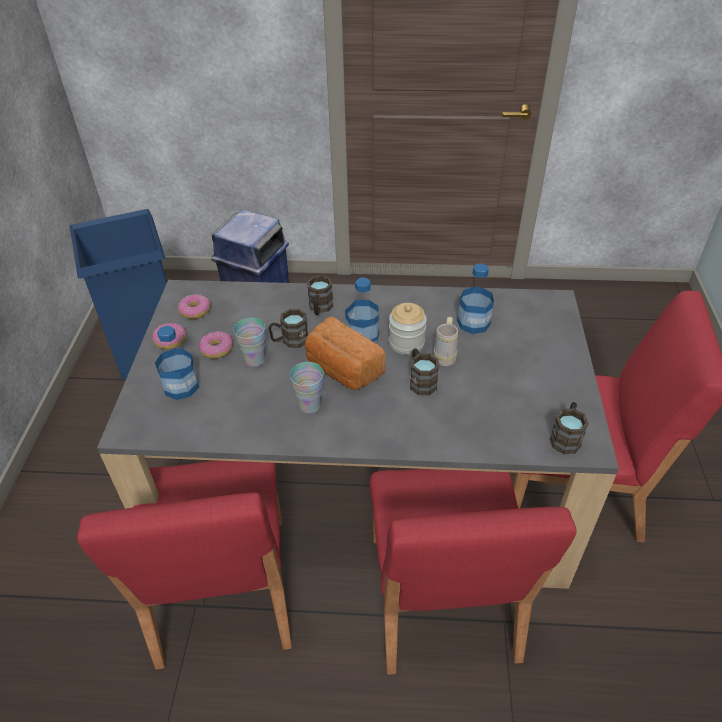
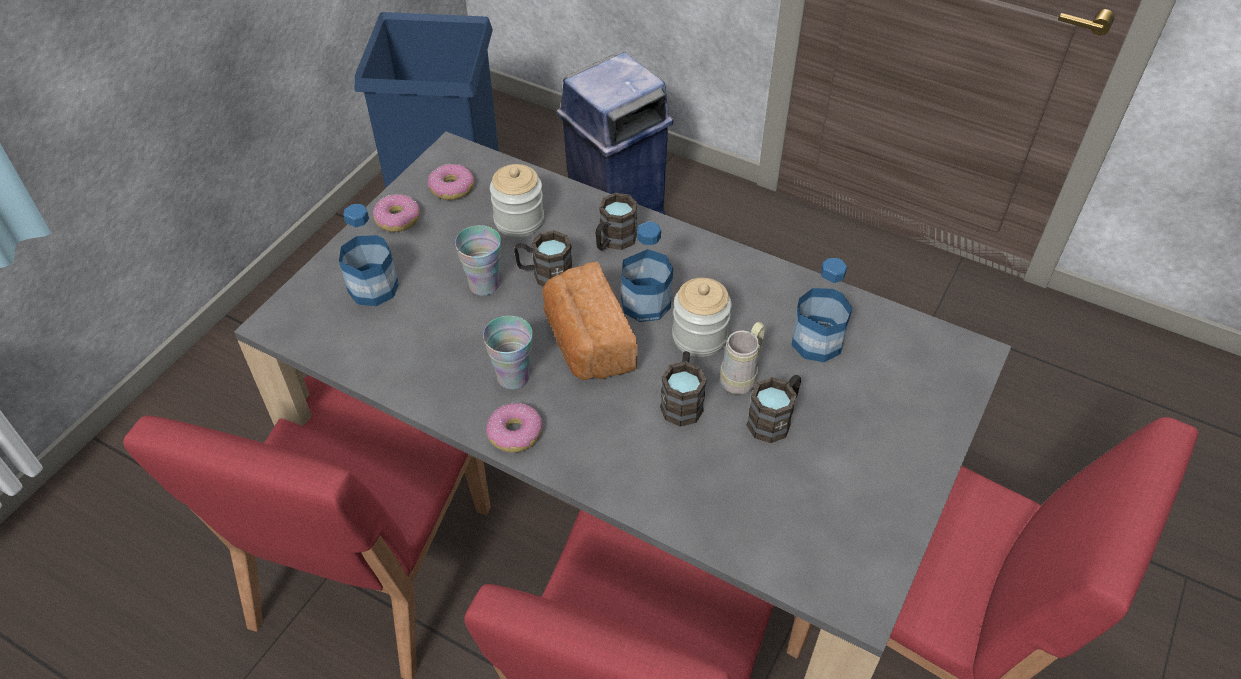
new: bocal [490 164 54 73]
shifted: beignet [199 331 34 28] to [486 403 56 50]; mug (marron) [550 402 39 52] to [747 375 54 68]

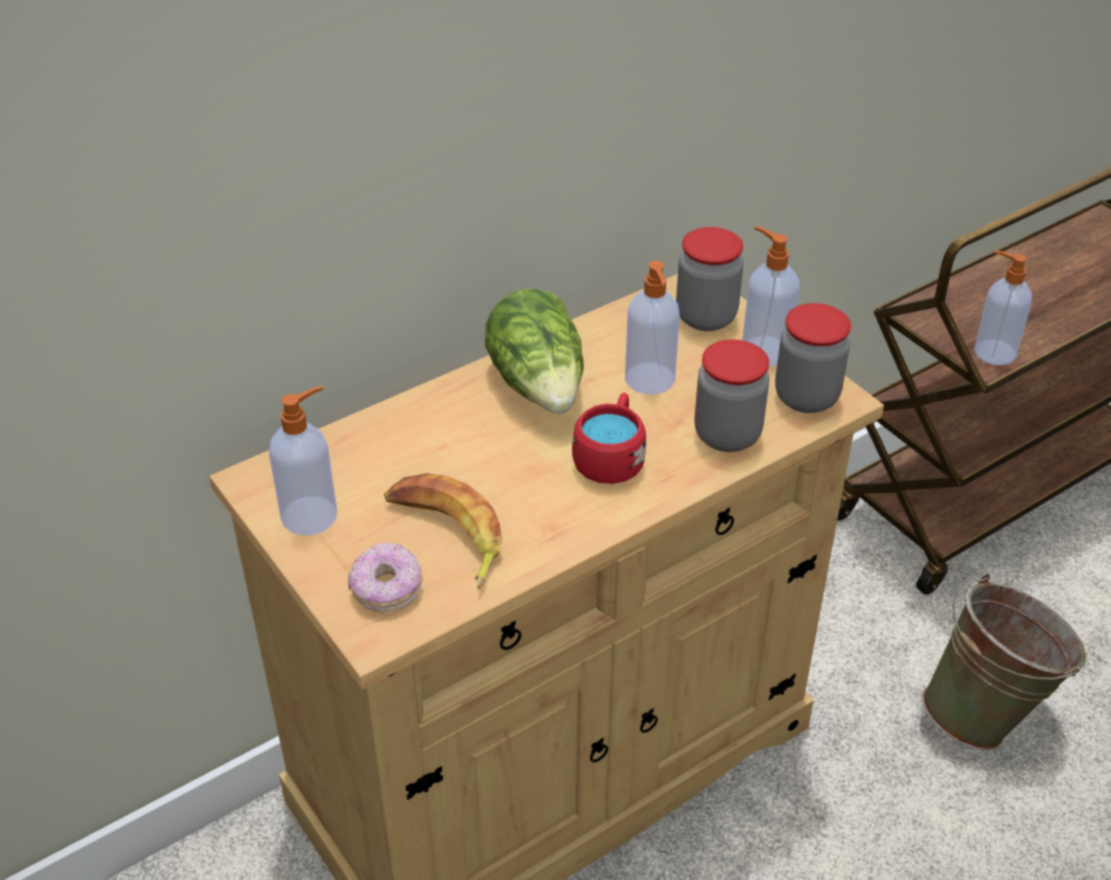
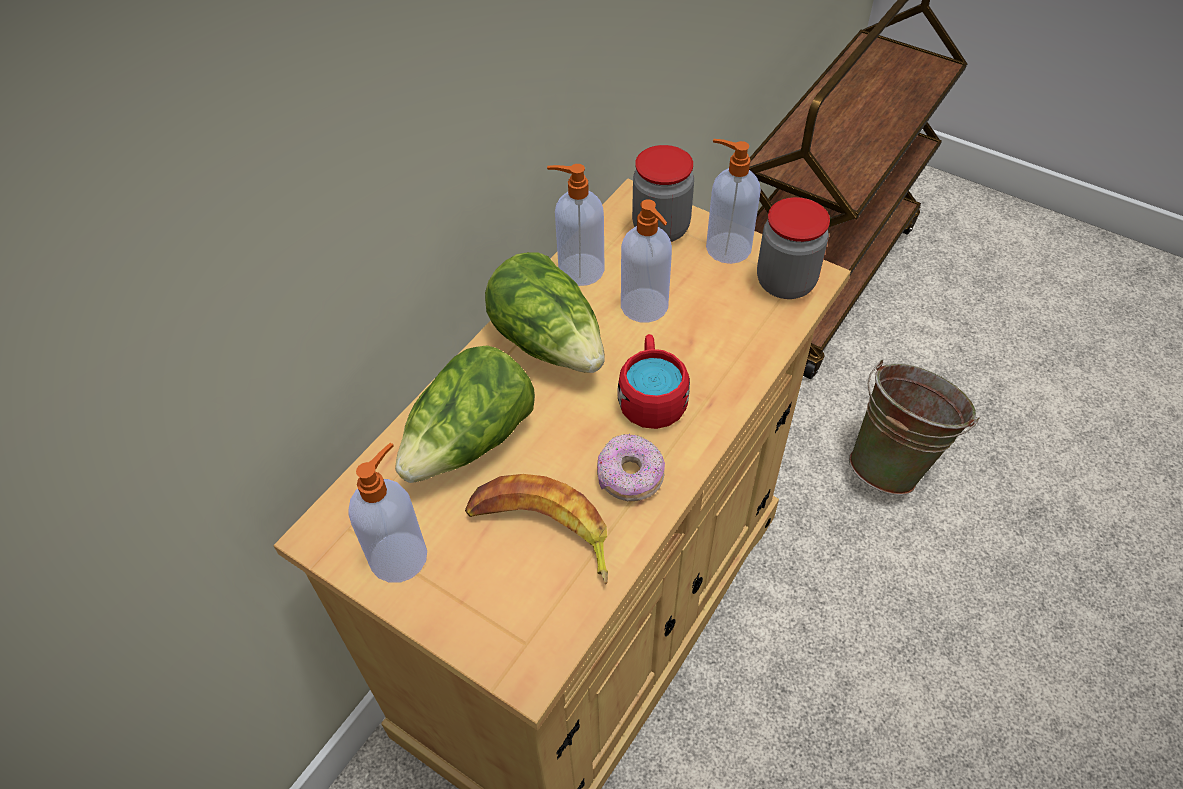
gone: bocal [694 339 75 113]
new: laitue [395 345 140 138]
shifted: distributeur de savon [974 250 58 115] to [547 164 58 122]; beignet [348 543 75 69] to [597 434 68 67]

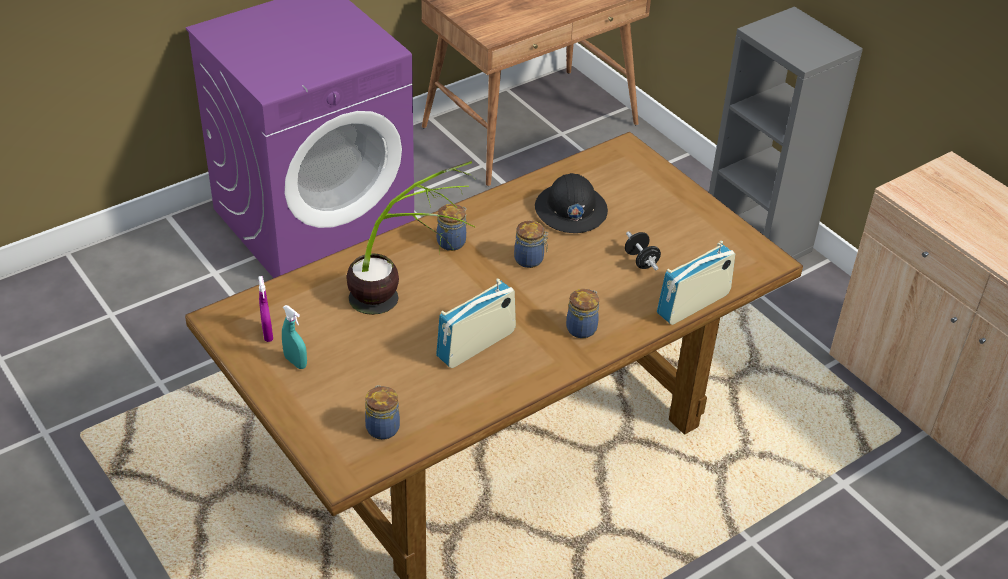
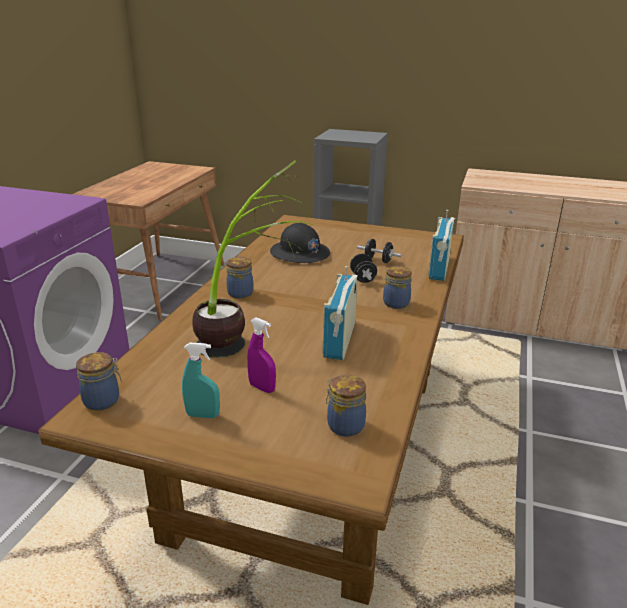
new: haltère (noir) [350 253 27 30]
shifted: bocal [514 221 34 47] to [76 352 46 59]; vaporisateur (violet) [259 276 14 66] to [247 317 29 76]

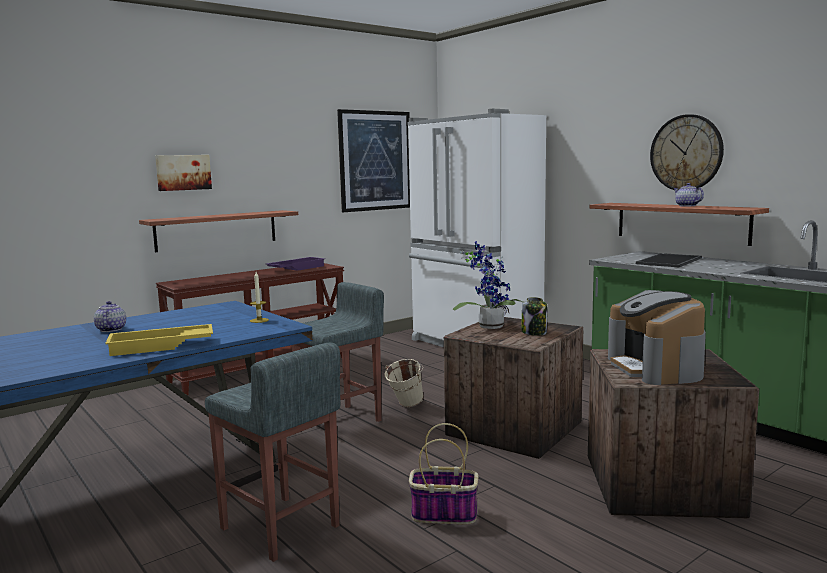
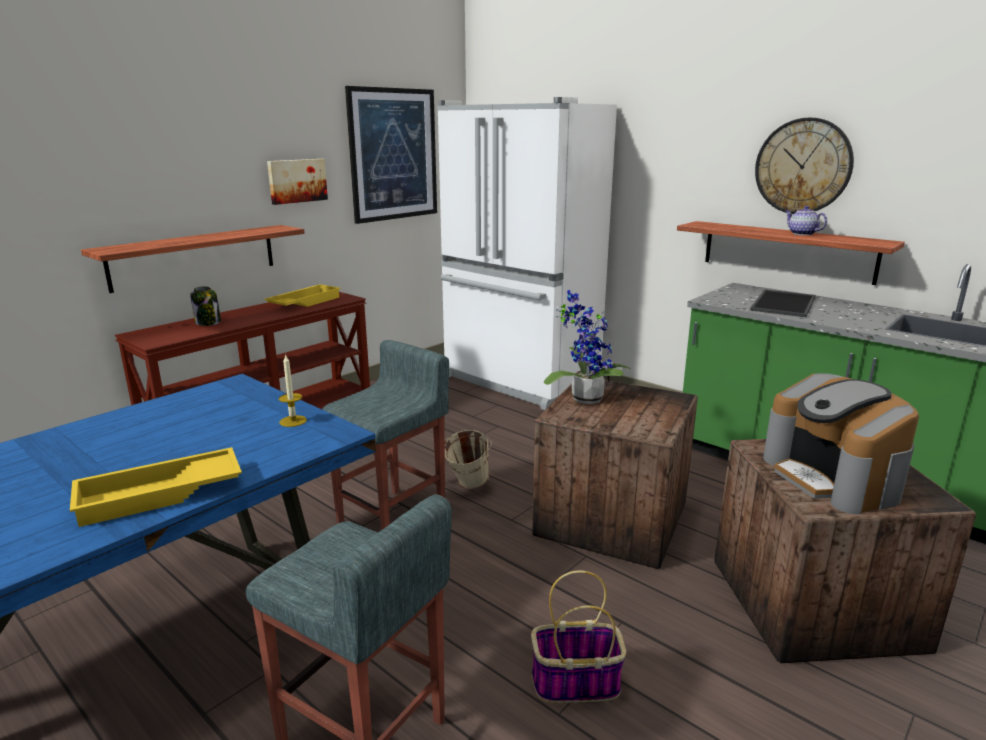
gone: théière [94 301 32 31]
shifted: bocal [522 297 25 39] to [190 286 31 40]; tableau [155 155 57 36] to [267 159 61 46]
repainted: plateau (violet) [266 257 59 14] to plateau (jaune) [264 284 77 23]

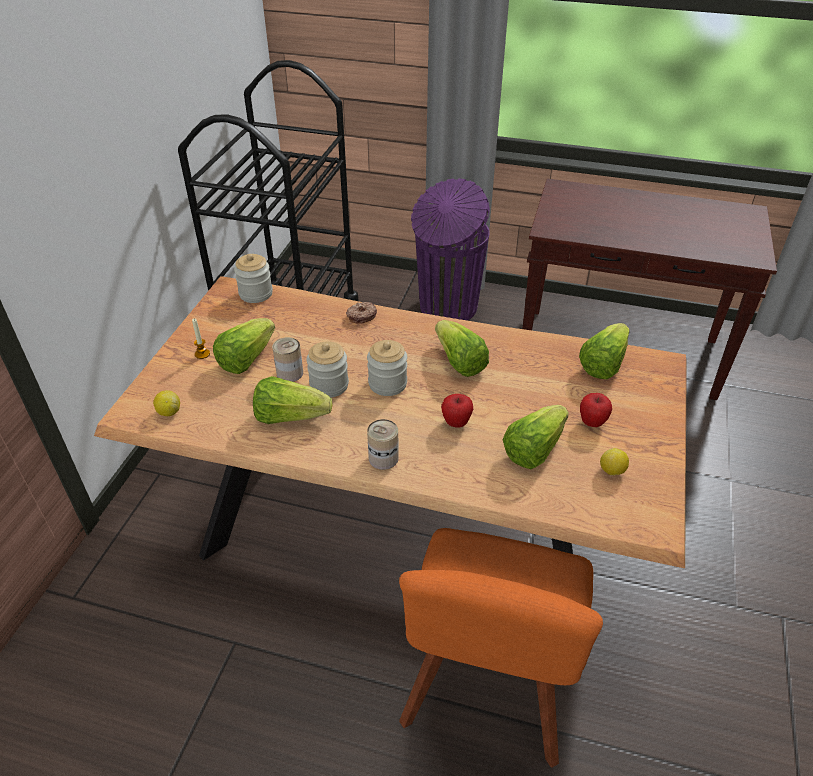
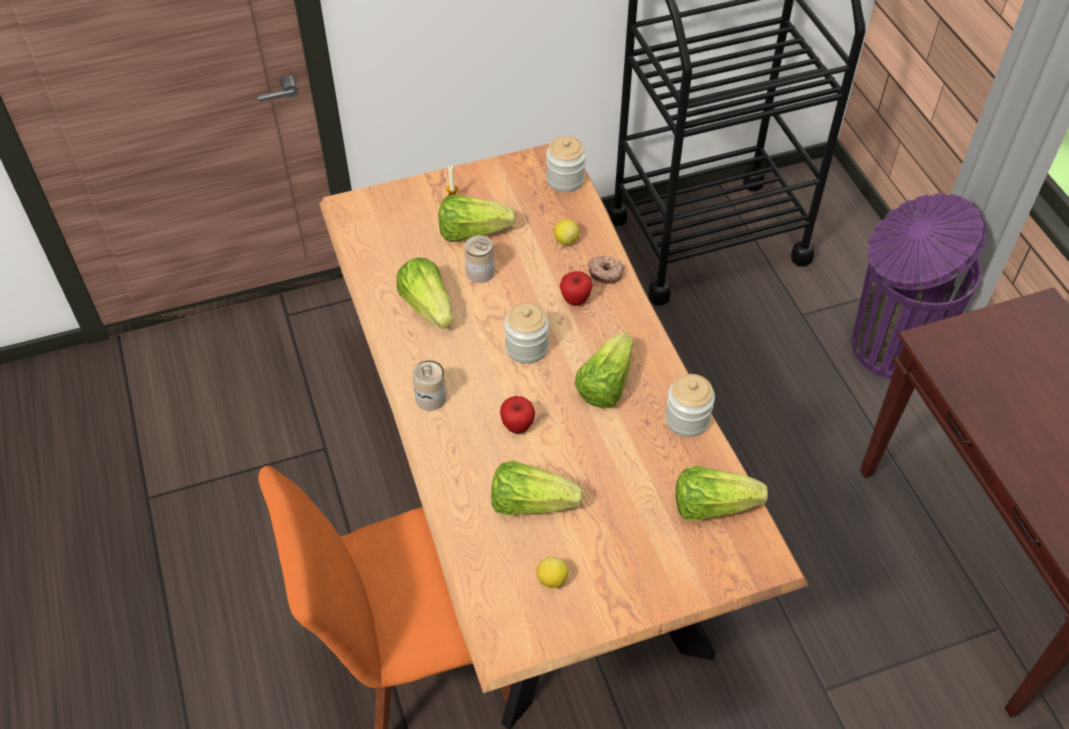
shifted: citron [153 390 27 26] to [554 219 25 26]; pomme [580 393 32 34] to [560 271 32 35]; bocal [306 341 43 56] to [665 374 50 63]

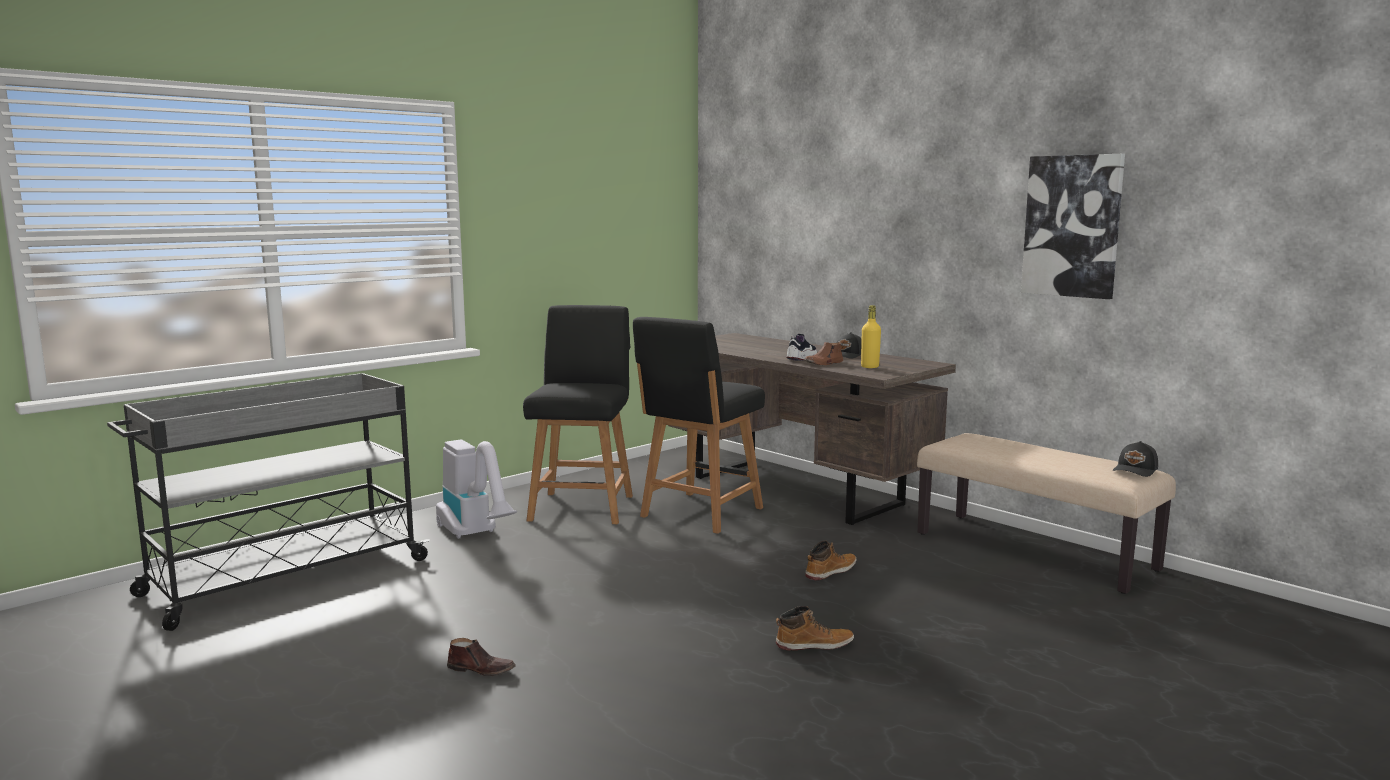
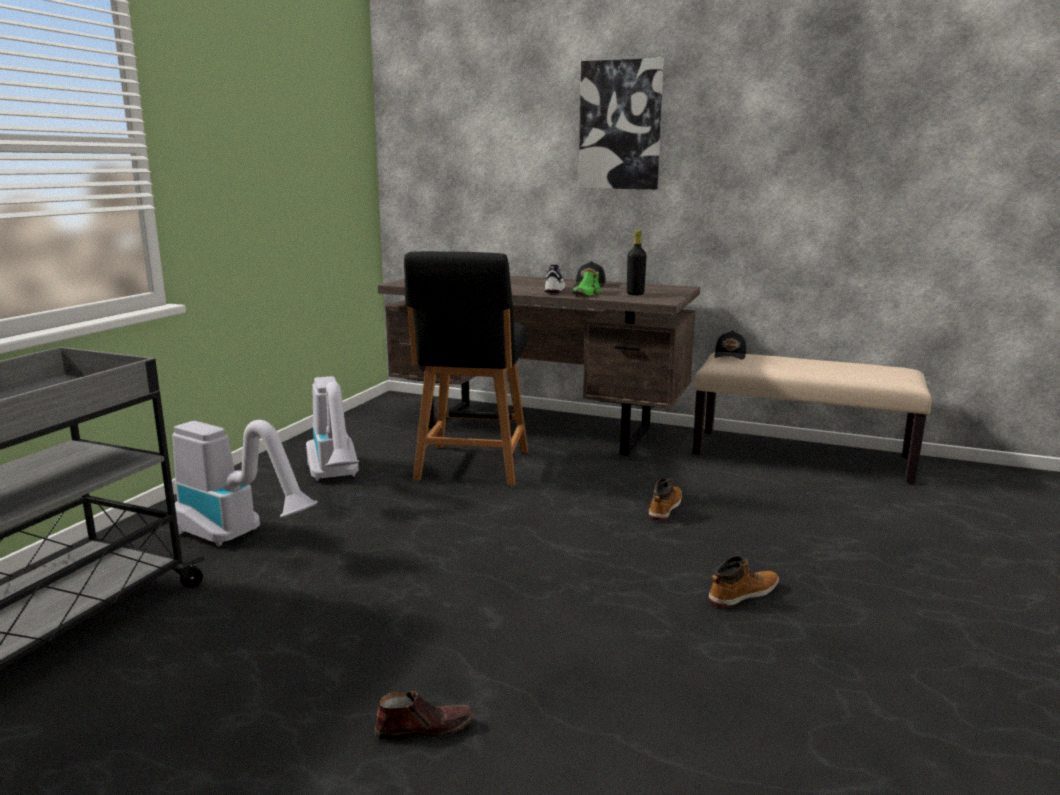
shifted: tableau [1021 154 104 145] to [578 58 86 131]; casquette (noir) [1113 441 45 36] to [714 330 32 30]
swapped: chaise (noir) [523 305 110 219] to aspirateur [306 376 53 105]
repainted: chaussure (marron) [804 342 39 23] to chaussure (vert) [572 271 29 25]; bouteille (jaune) [861 305 20 63] to bouteille (noir) [627 230 20 66]

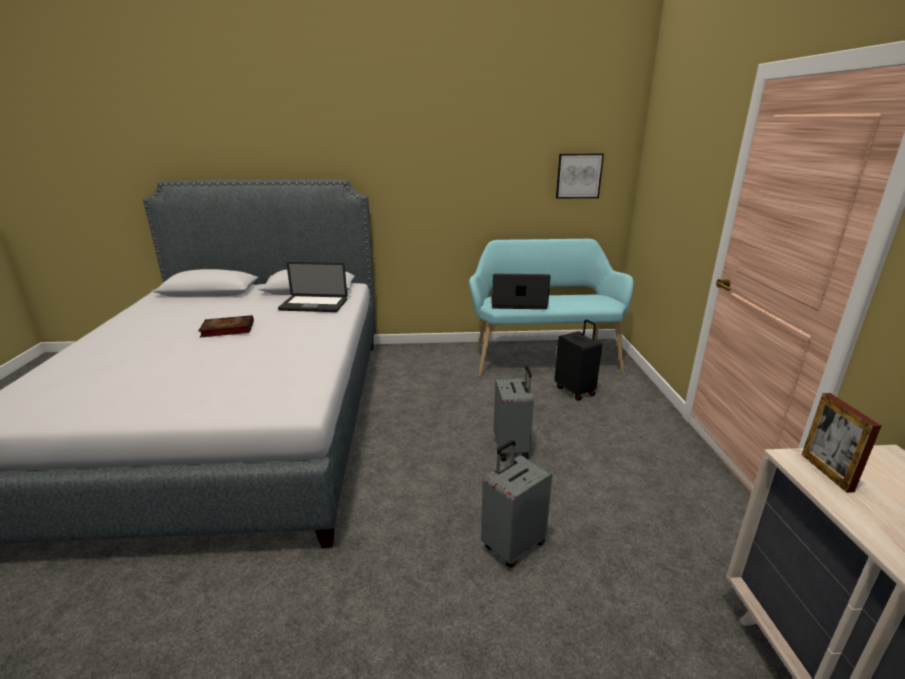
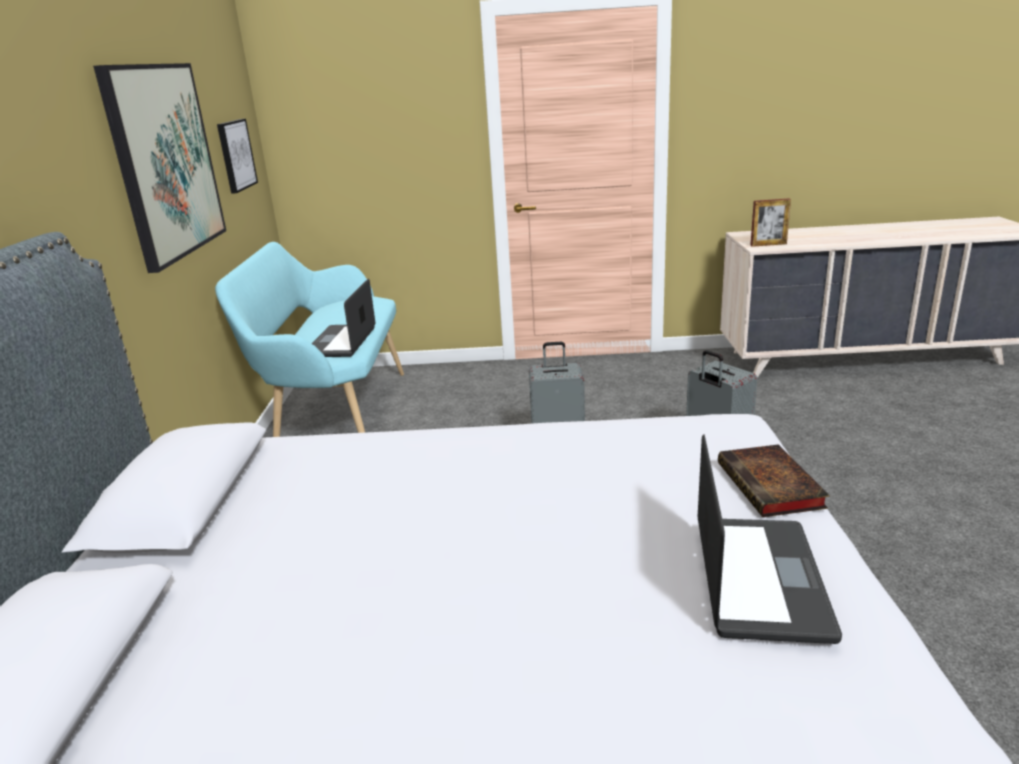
gone: valise (noir) [555 319 47 82]
new: tableau [93 63 133 210]
shifted: ordinateur portable [278 262 69 50] to [698 434 144 210]; livre [198 315 56 23] to [718 444 112 73]

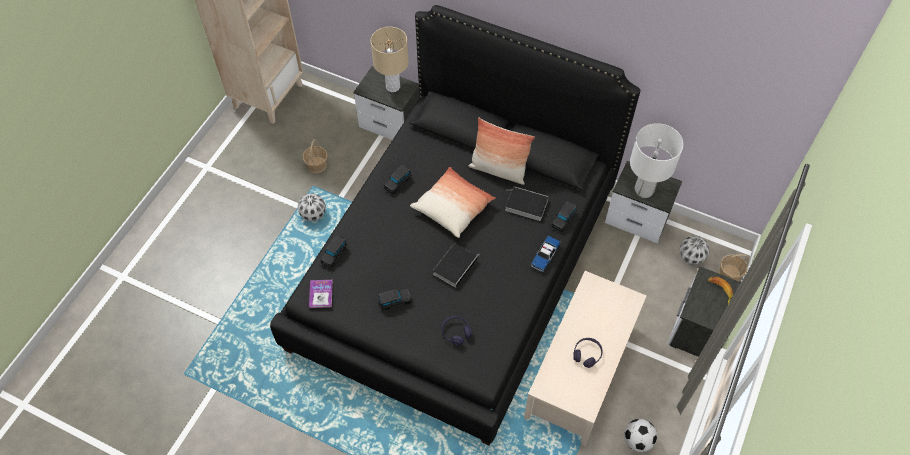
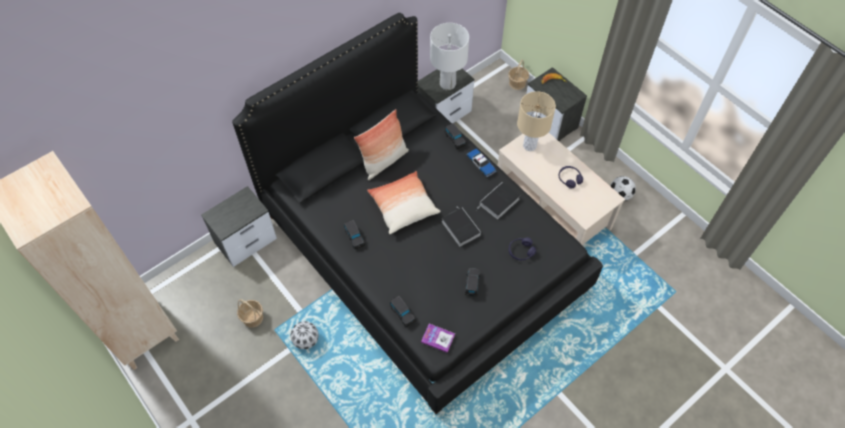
gone: ballon de foot [680 236 29 28]
shifted: livre [505 186 44 35] to [476 182 44 37]; lampe de table (beige) [371 27 38 65] to [517 91 39 60]

